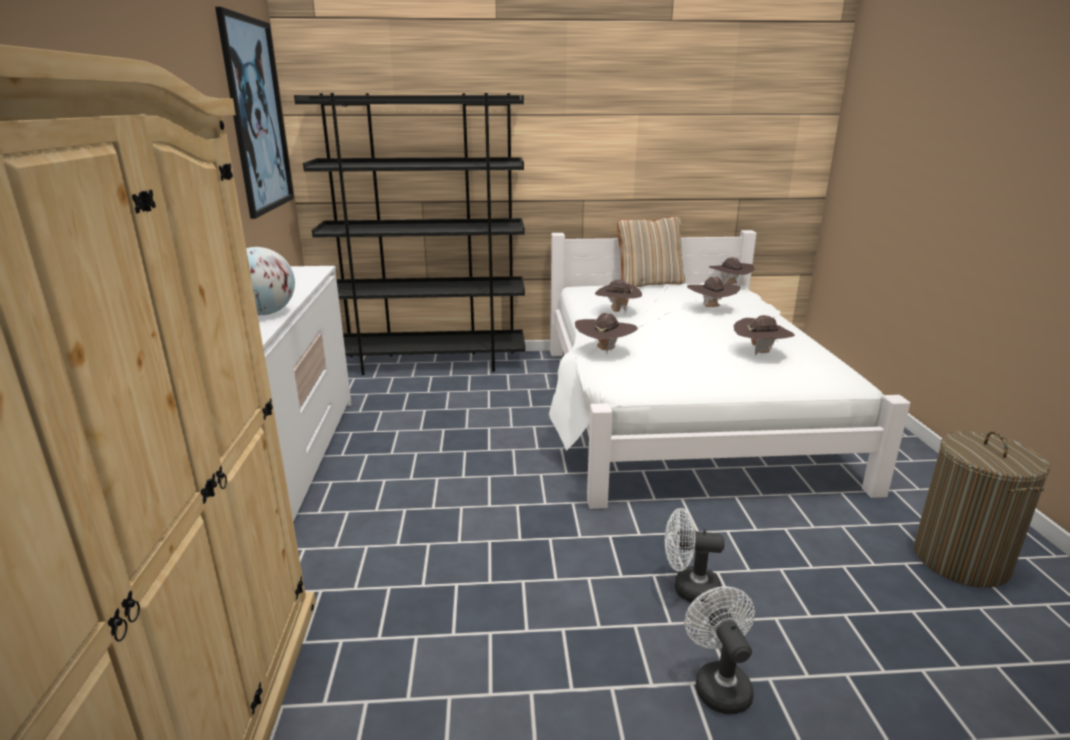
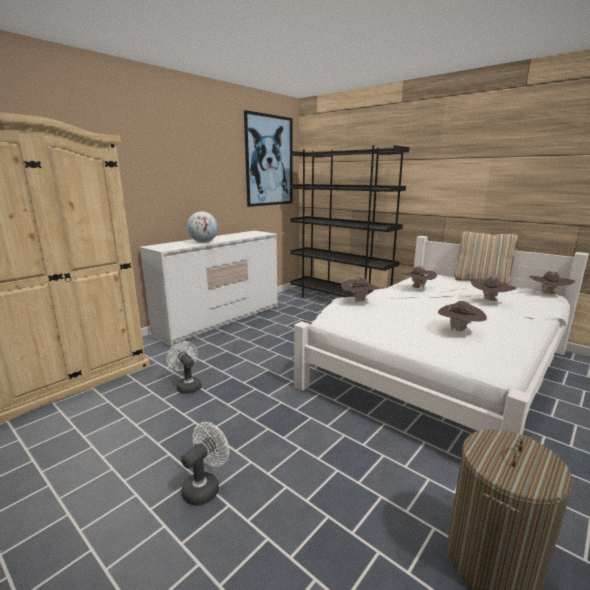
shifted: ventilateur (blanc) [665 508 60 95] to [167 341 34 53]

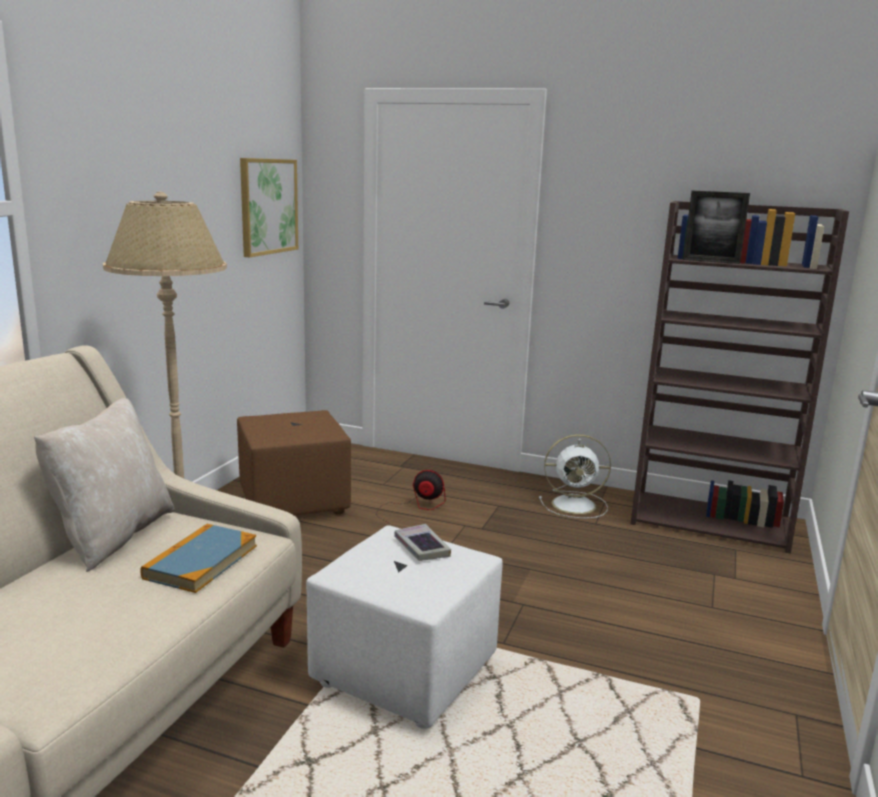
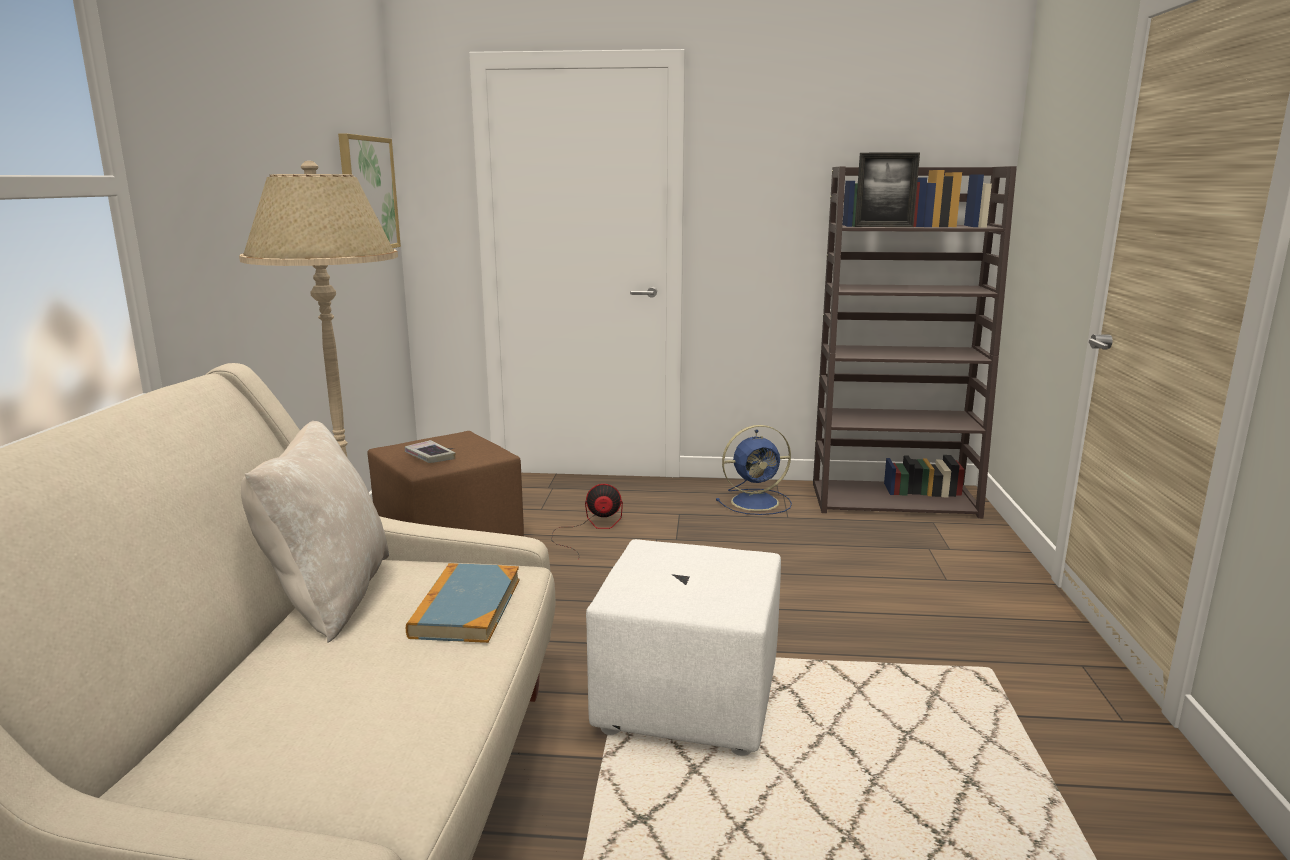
shifted: livre [394 524 57 37] to [405 440 50 23]
repainted: ventilateur (blanc) [539 434 72 85] to ventilateur (bleu) [716 425 76 90]

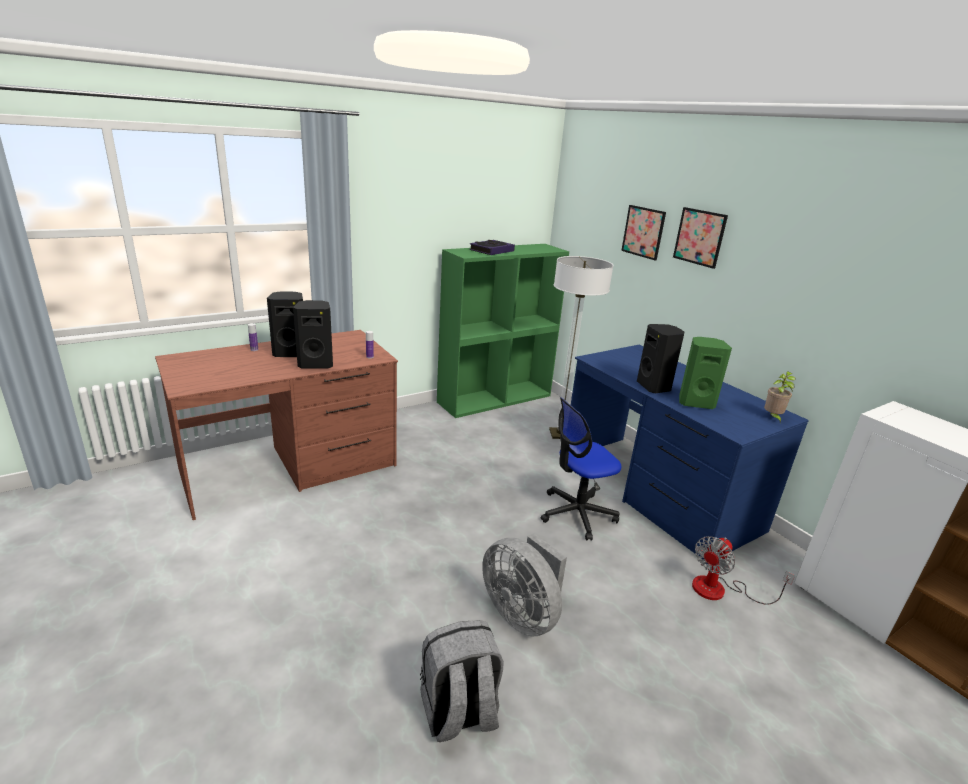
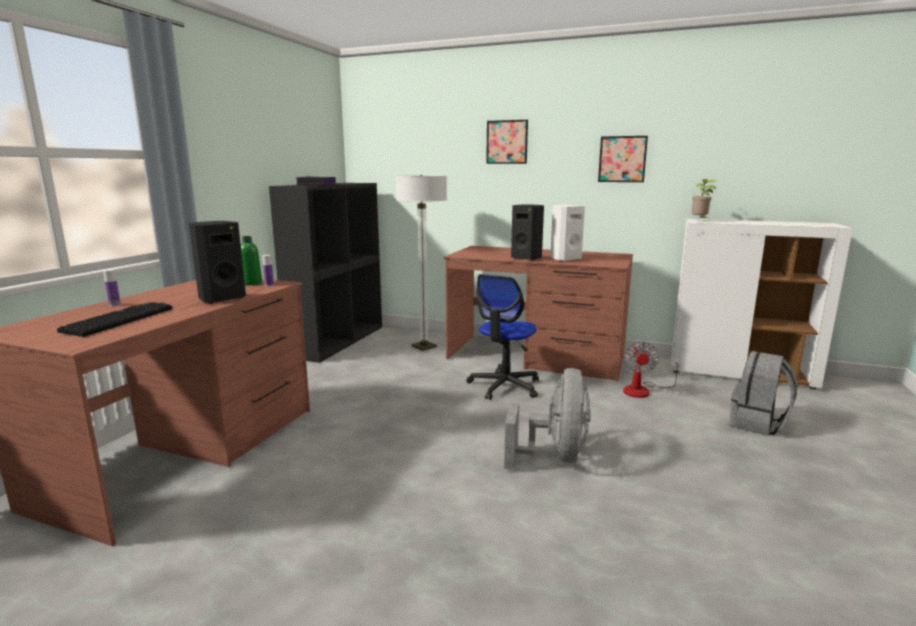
gone: enceinte (noir) [267 291 36 66]
new: clavier [57 302 115 35]; bouteille (vert) [241 236 21 49]
shifted: tableau [621 205 45 56] to [598 136 50 46]; plante en pot [764 371 32 52] to [692 179 25 40]; sac à dos (gris) [420 620 84 122] to [730 351 68 85]
repainted: bibliothèque (vert) [437 244 132 174] to bibliothèque (noir) [269 183 113 180]; bureau (bleu) [571 344 238 220] to bureau (marron) [443 246 190 136]; enceinte (vert) [679 337 53 72] to enceinte (blanc) [550 205 35 56]
rotated: ventilateur (gris) [482 533 85 104] = [504 368 87 102] 90 degrees counterclockwise

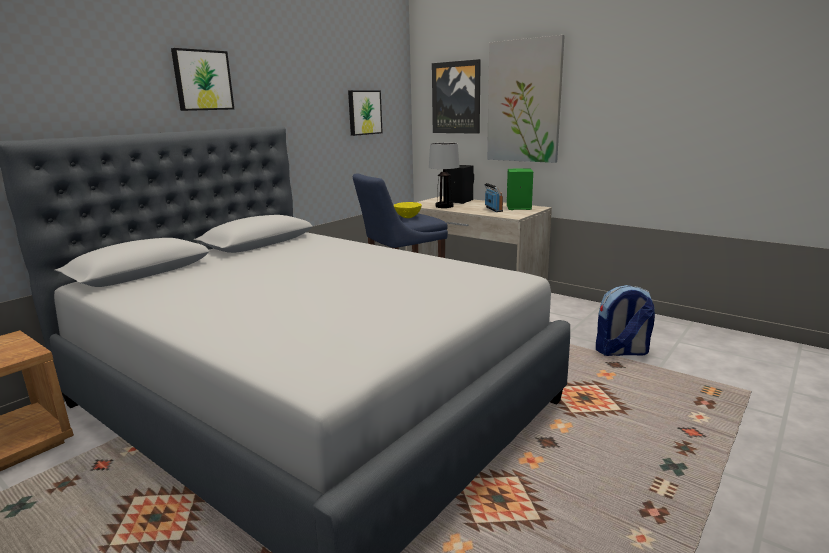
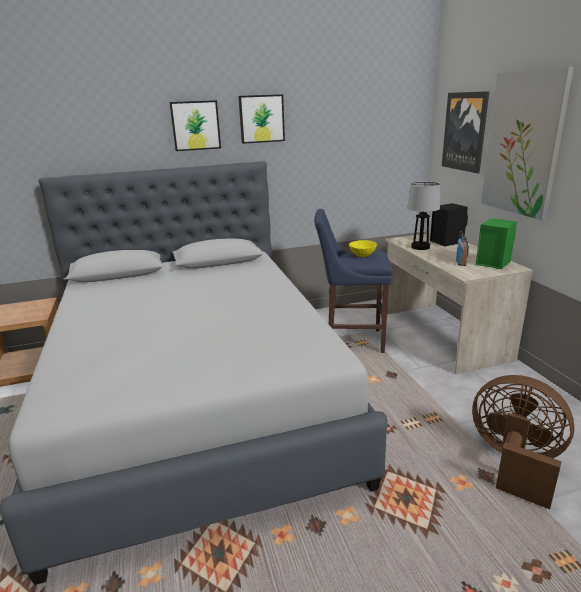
shifted: tableau [348 90 35 46] to [238 94 47 50]
swapped: sac à dos [596 285 59 71] to ventilateur (marron) [472 375 103 135]

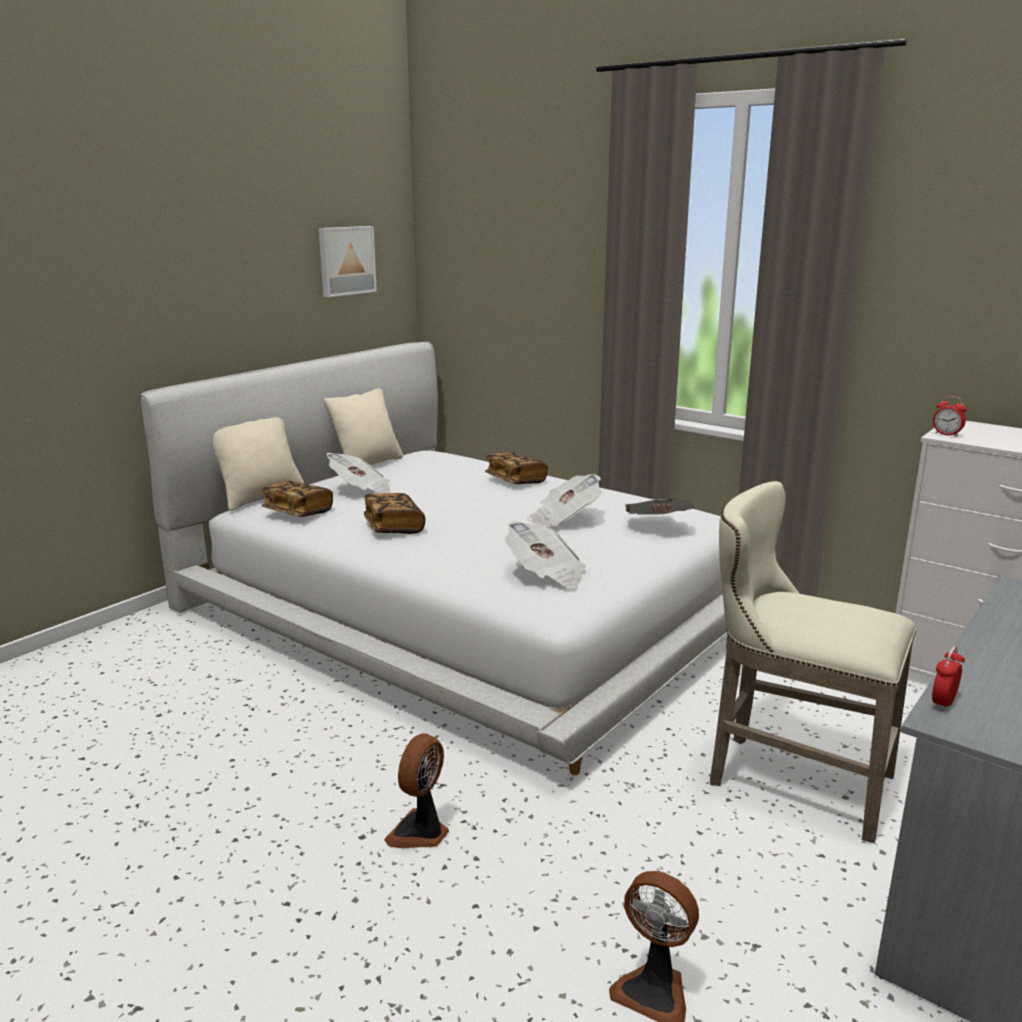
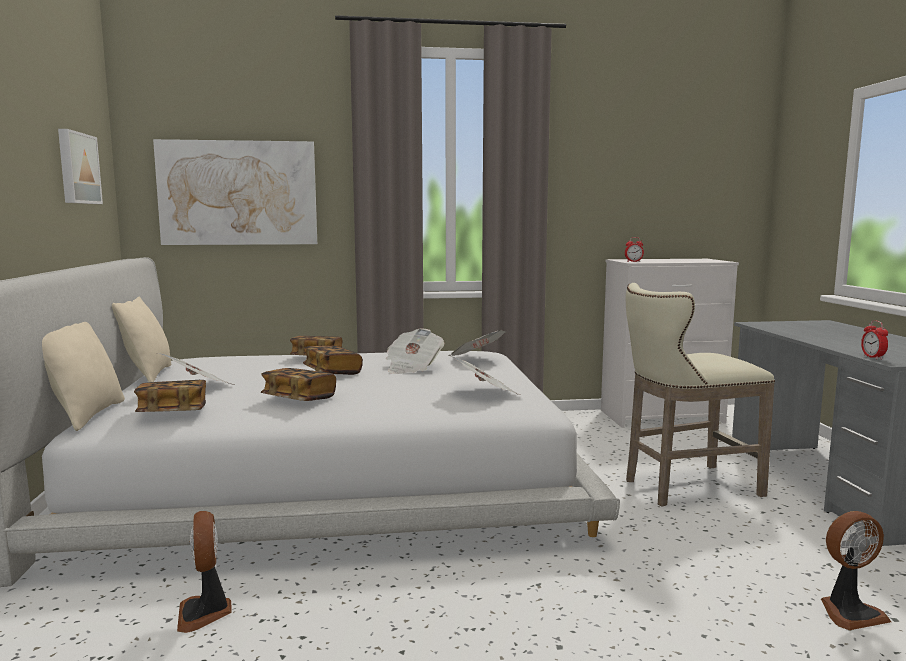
new: tableau [153 139 164 106]; livre [303 346 60 29]
shifted: ventilateur [384 733 65 115] to [177 511 55 122]

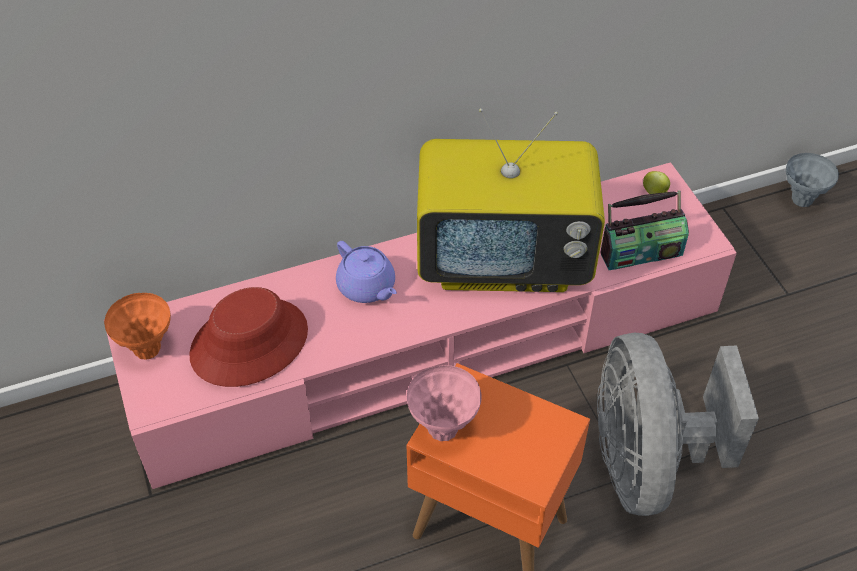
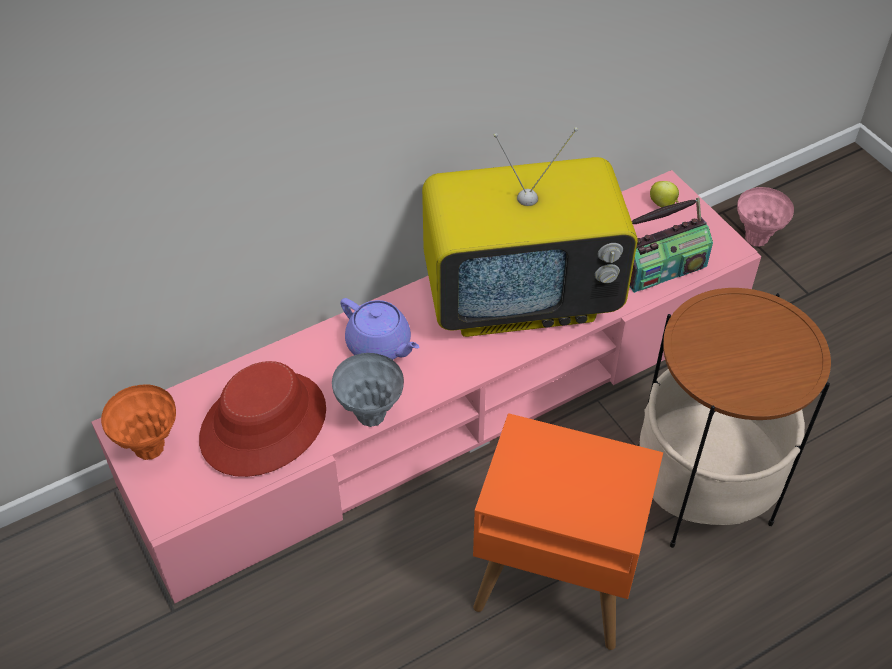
shifted: vase (gris) [786 153 53 54] to [332 353 72 74]; vase (rose) [407 365 74 76] to [737 187 57 60]
swapped: ventilateur (gris) [597 333 162 183] to table d'appoint [638 288 193 260]

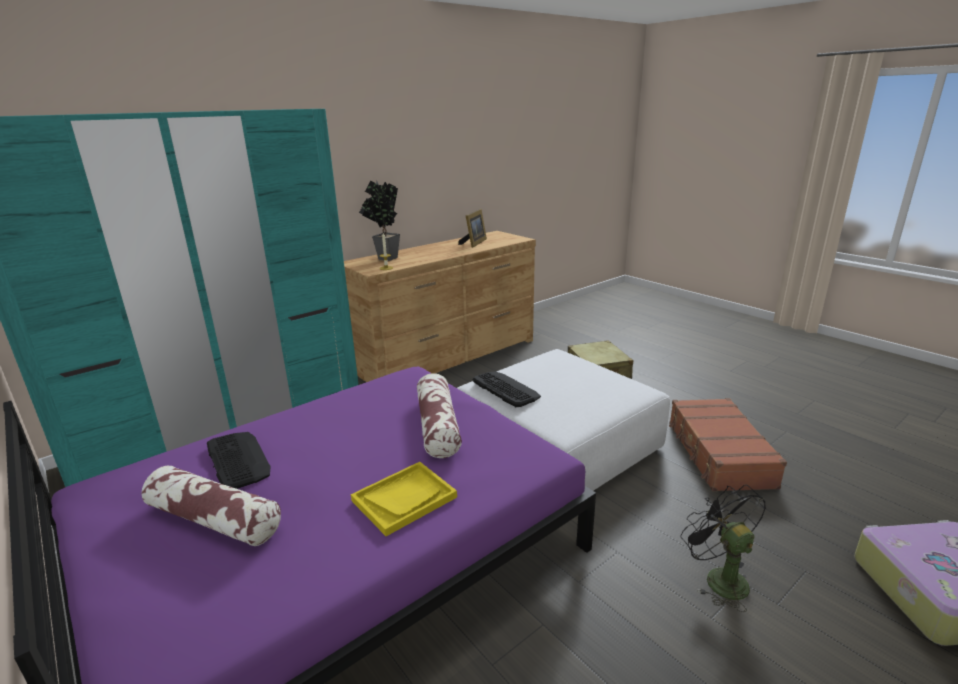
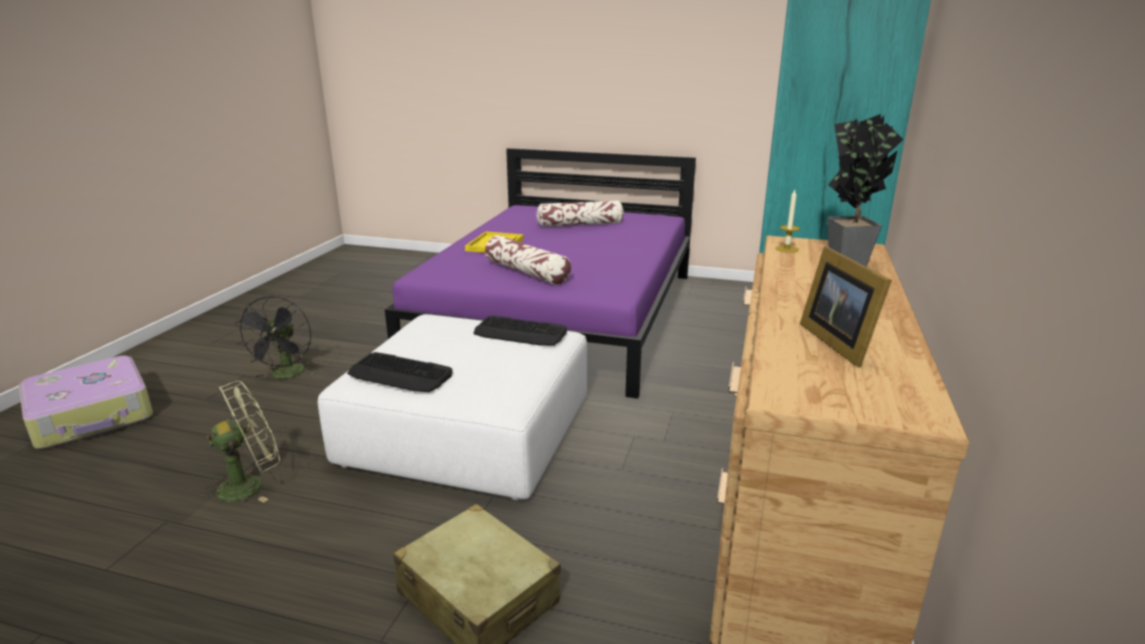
shifted: clavier [207 432 63 57] to [347 352 106 40]
swapped: valise (marron) [669 398 118 93] to ventilateur (vert) [201 381 79 121]
rotated: ventilateur (noir) [680 485 86 127] = [235 296 81 83] 60 degrees clockwise

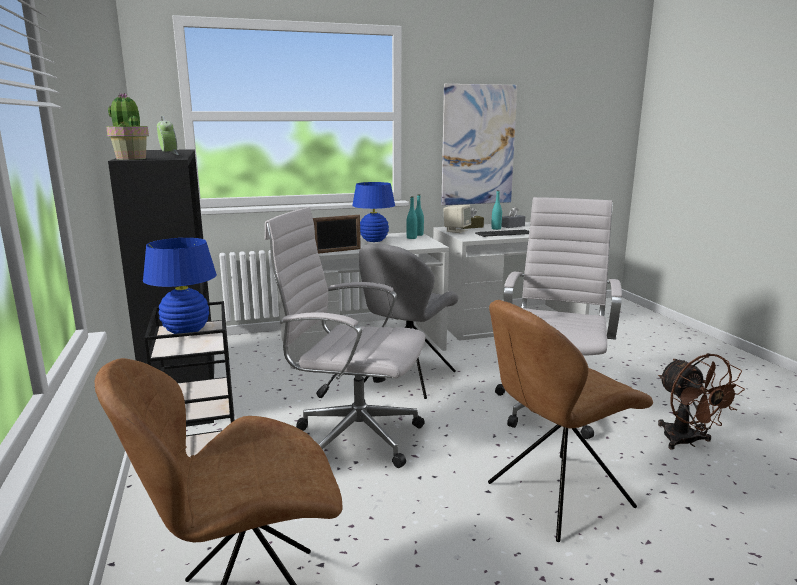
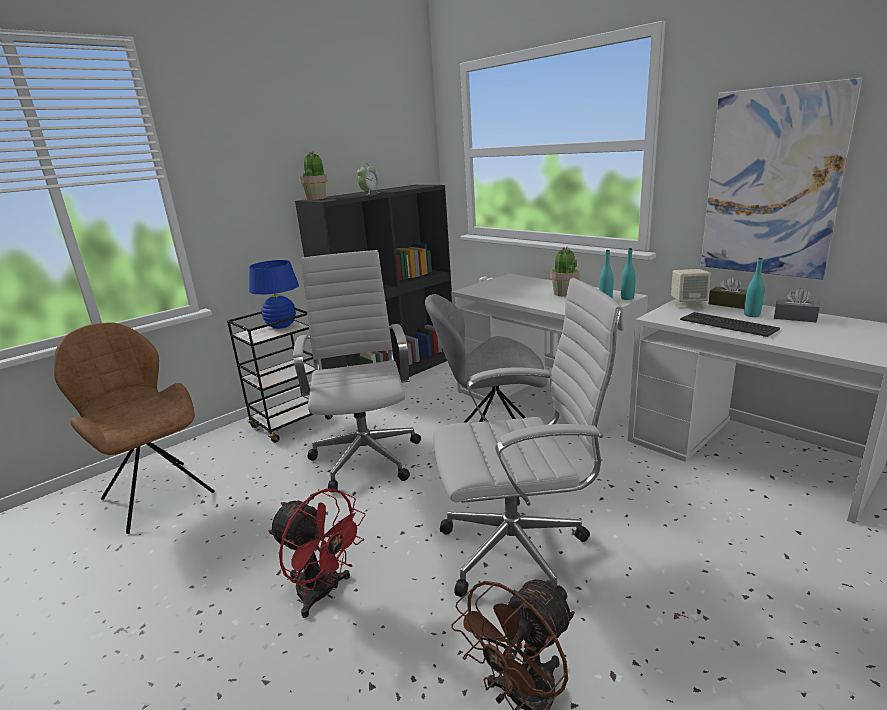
gone: cadre photo [313 215 48 39]
swapped: chaise (marron) [488 300 165 242] to ventilateur (rouge) [268 489 98 129]; lampe de table (bleu) [352 182 43 60] to plante en pot [550 247 30 49]

